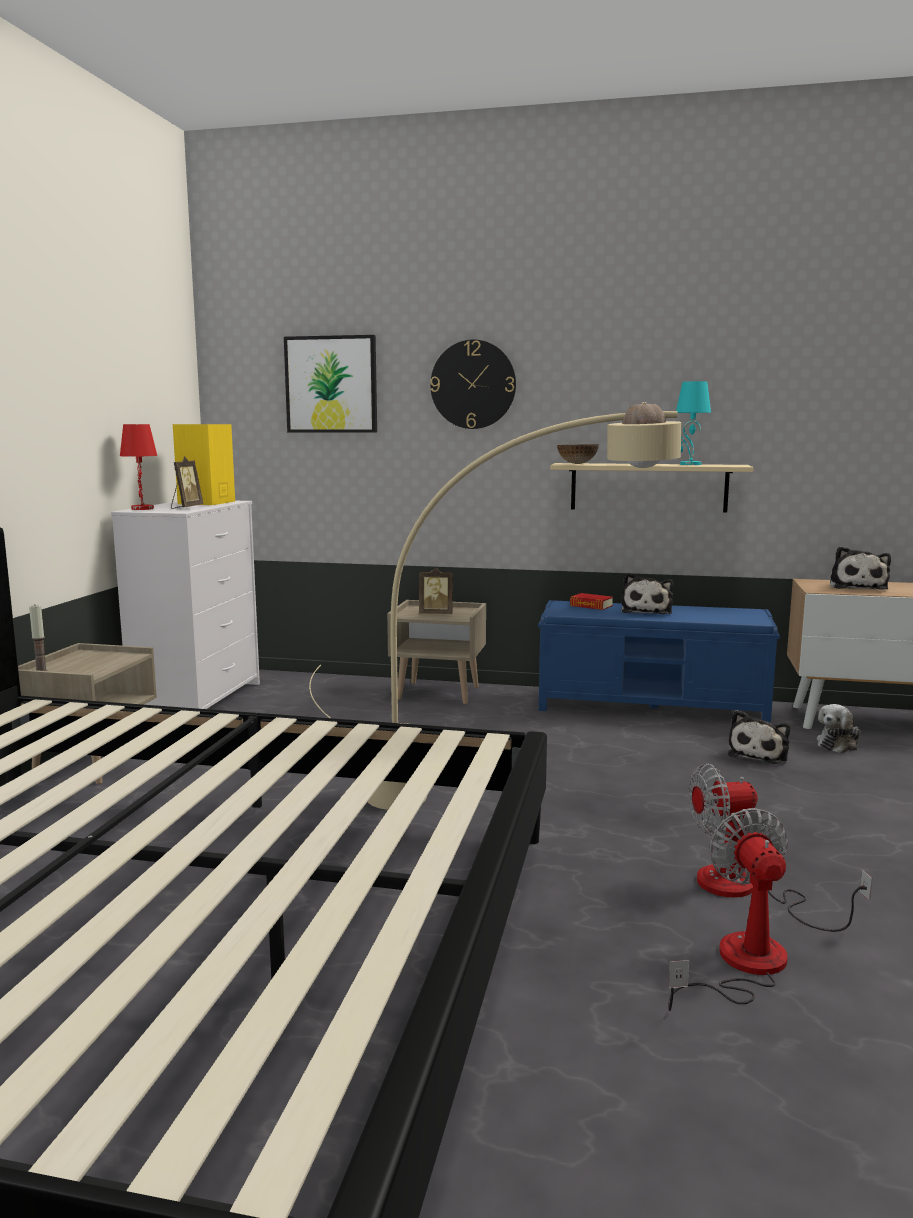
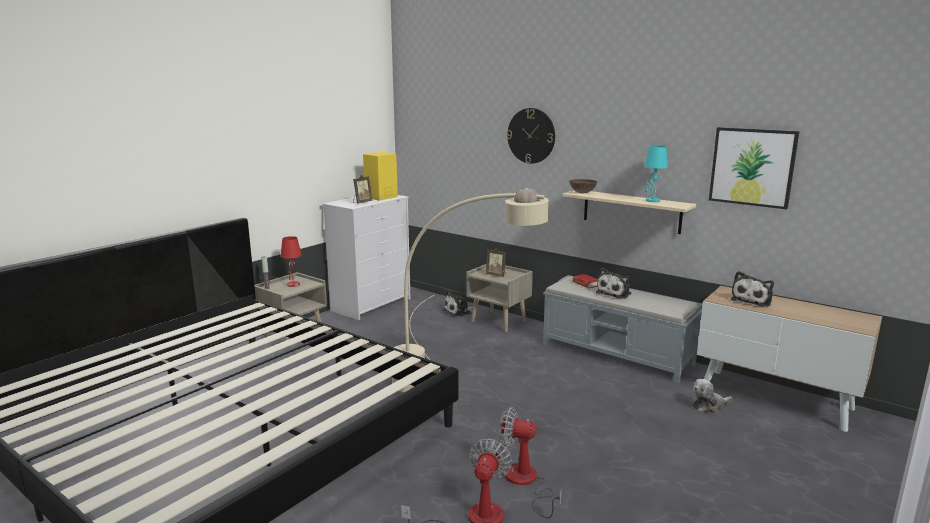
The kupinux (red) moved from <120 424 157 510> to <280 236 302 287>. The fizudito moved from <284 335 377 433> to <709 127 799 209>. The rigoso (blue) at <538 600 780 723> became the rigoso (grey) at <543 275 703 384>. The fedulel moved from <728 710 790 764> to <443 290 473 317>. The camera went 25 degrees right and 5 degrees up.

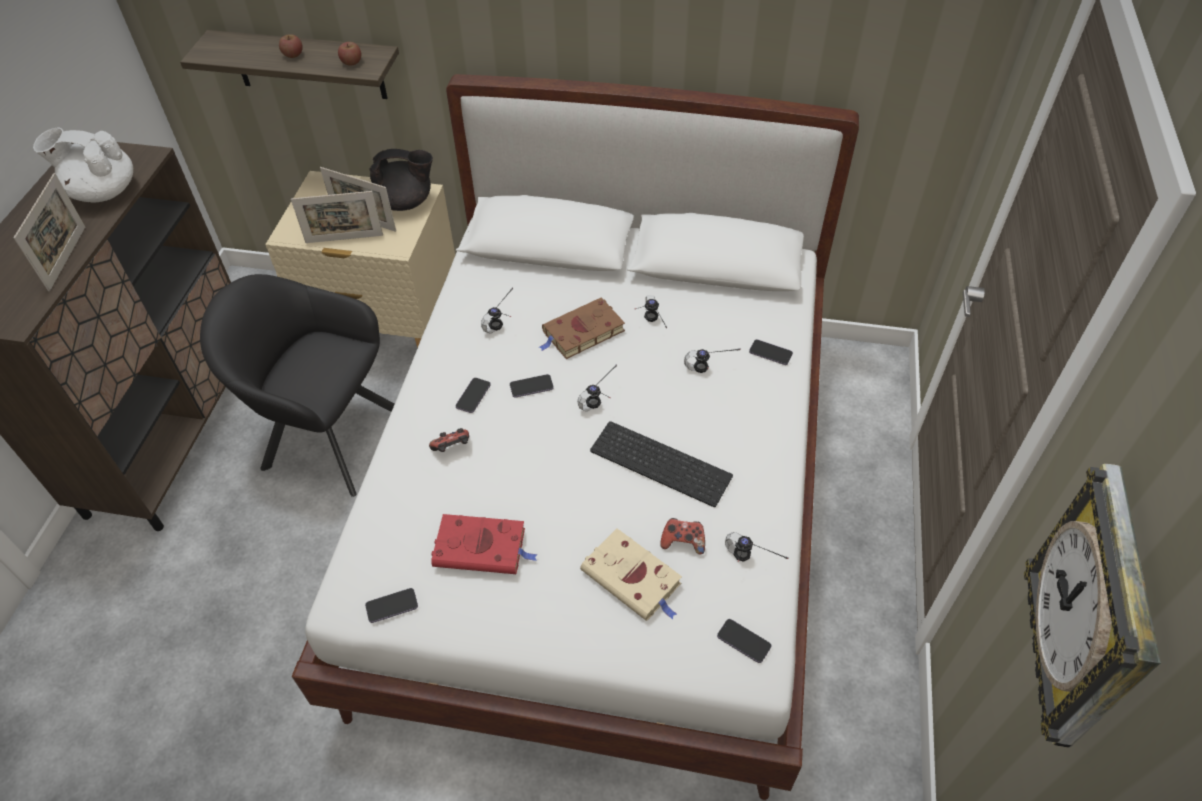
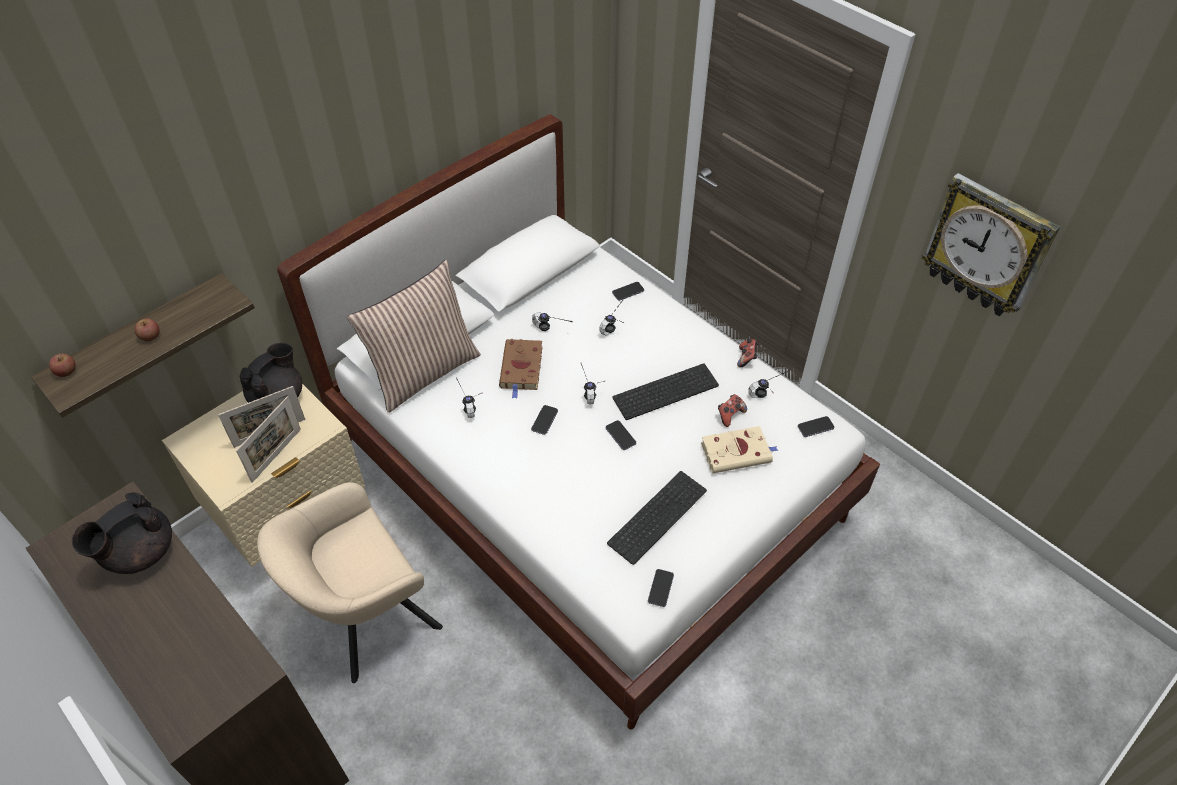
The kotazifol at <13 173 85 291> disappeared. The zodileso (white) at <33 128 133 202> became the zodileso (black) at <72 492 172 574>. The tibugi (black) at <200 274 395 497> became the tibugi (beige) at <257 482 443 683>. The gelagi moved from <338 42 361 66> to <49 353 76 377>. The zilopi moved from <429 428 469 452> to <737 339 759 367>. The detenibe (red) at <431 514 538 574> was replaced by the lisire at <607 471 707 565>. The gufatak moved from <455 378 491 413> to <606 420 636 450>. The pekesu at <347 260 481 413> appeared. The camera went 55 degrees left and 0 degrees up.

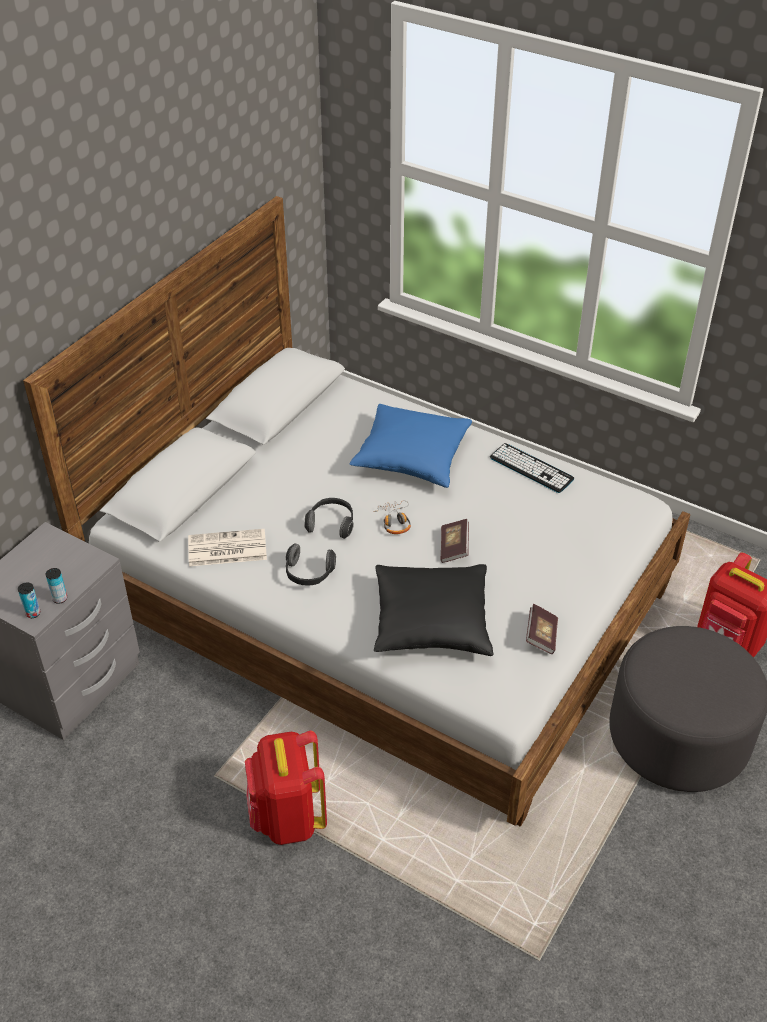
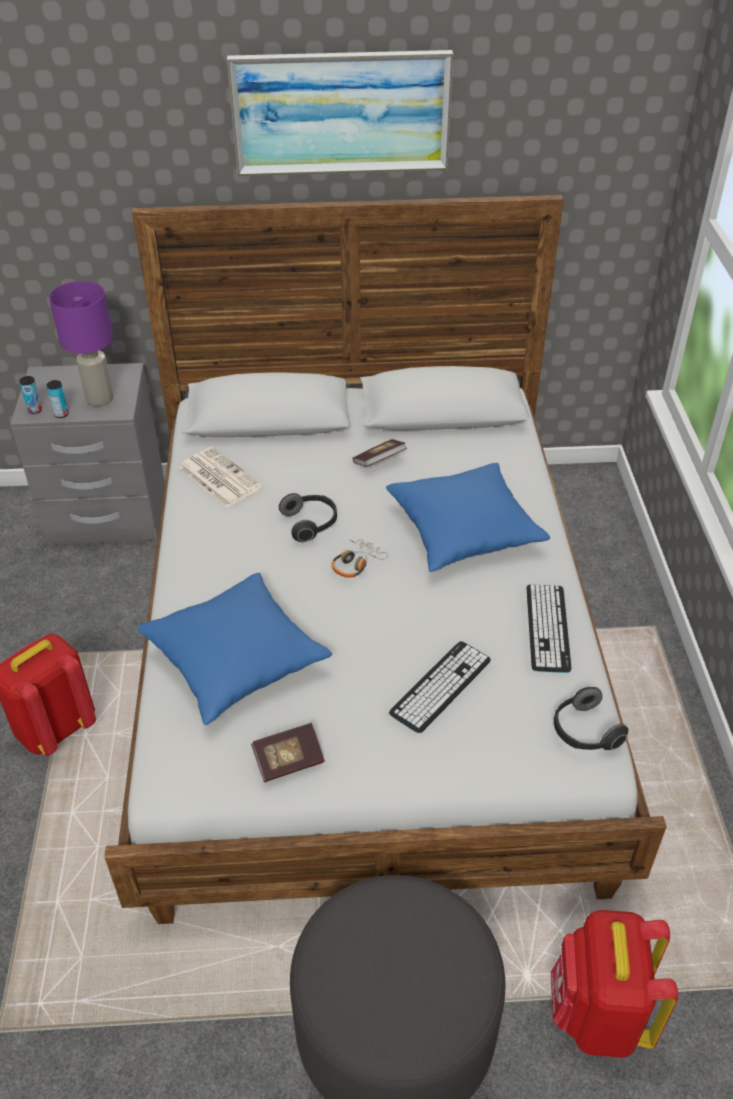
The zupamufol moved from <286 543 336 586> to <554 687 628 750>. The pekesu (black) at <374 564 494 656> became the pekesu (blue) at <137 573 332 725>. The detenibe moved from <440 519 469 563> to <352 439 407 467>. The kupinux (purple) at <49 281 114 406> appeared. The fizudito at <227 50 453 176> appeared. The lisire at <389 641 491 733> appeared. The camera went 55 degrees right and 0 degrees up.

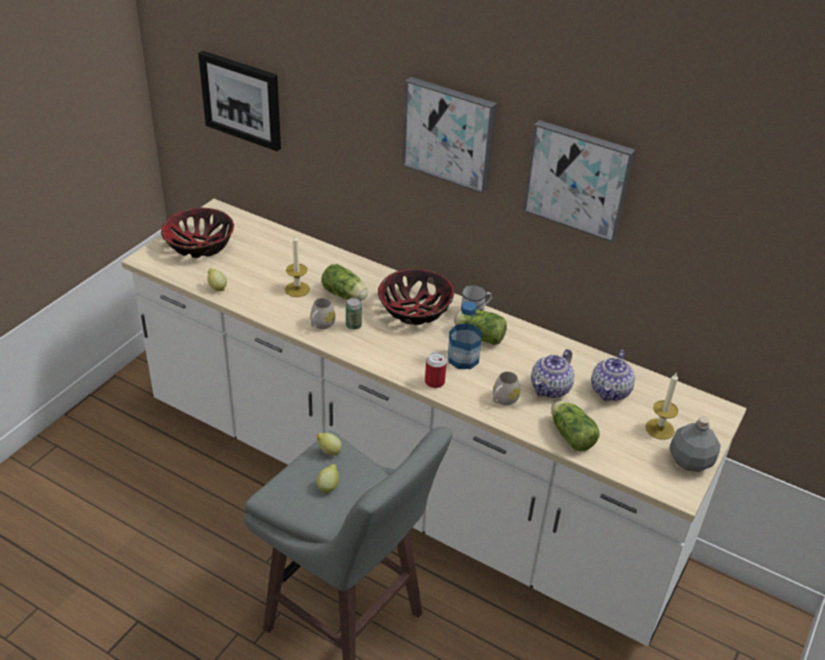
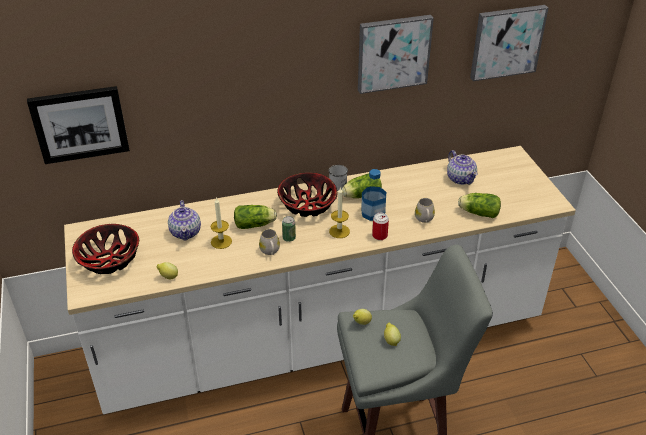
The fizudito moved from <402 77 497 194> to <470 5 548 81>. The zodileso moved from <531 349 574 398> to <168 200 201 241>. The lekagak moved from <645 372 678 440> to <329 187 350 238>. The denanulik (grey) at <670 416 721 472> disappeared. The camera went 45 degrees left and 0 degrees up.

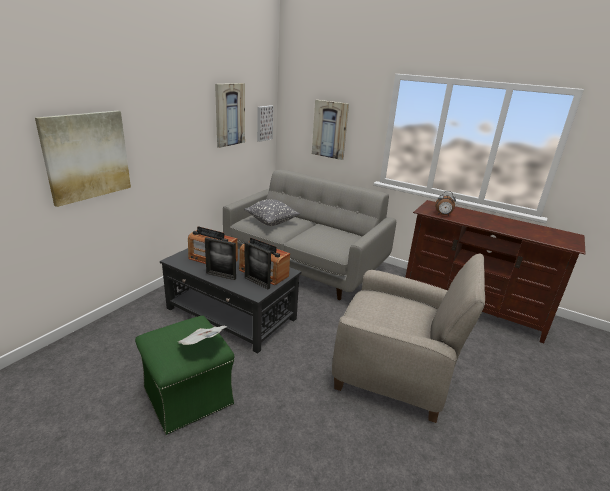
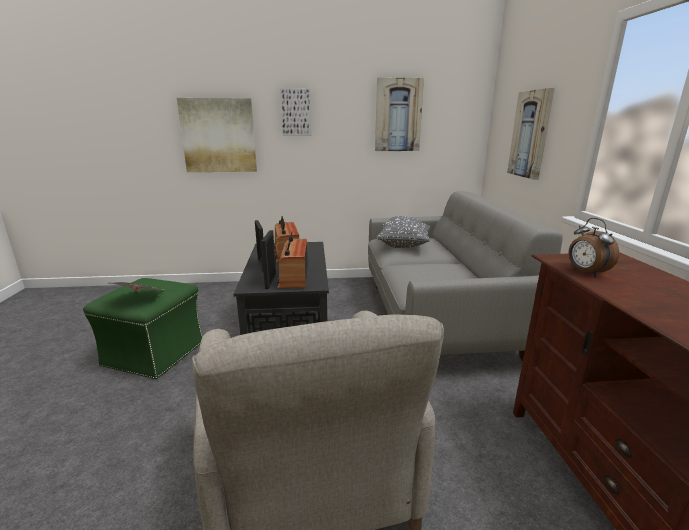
The fizudito moved from <257 105 273 142> to <280 88 311 136>. The camera went 55 degrees right and 5 degrees down.

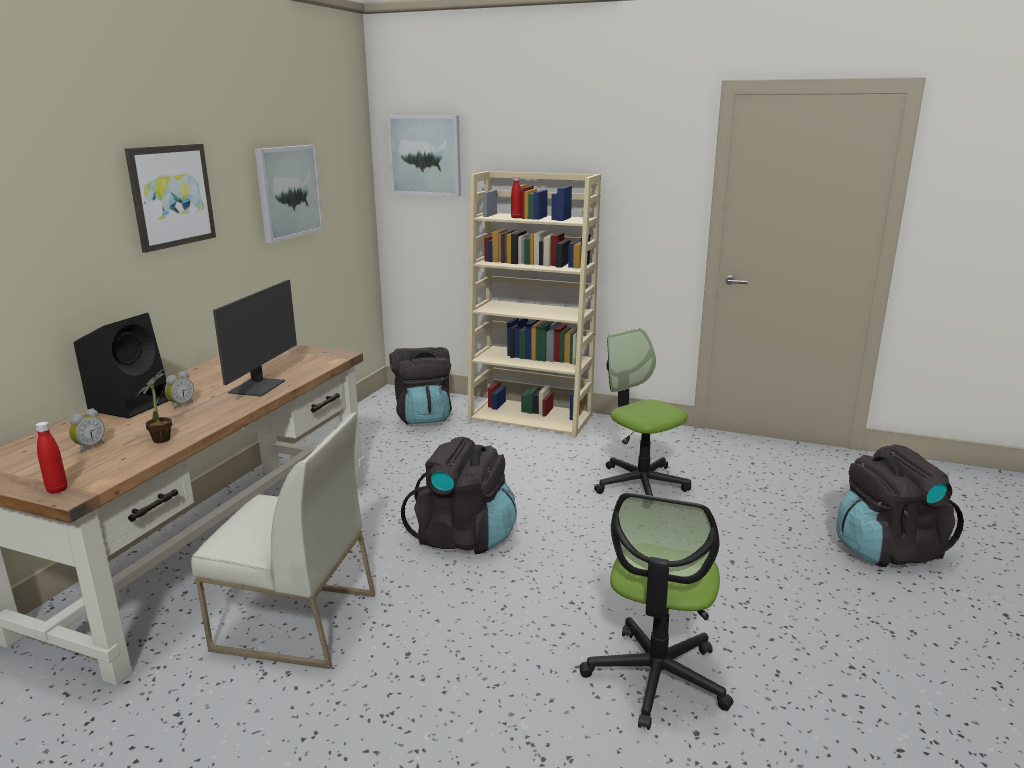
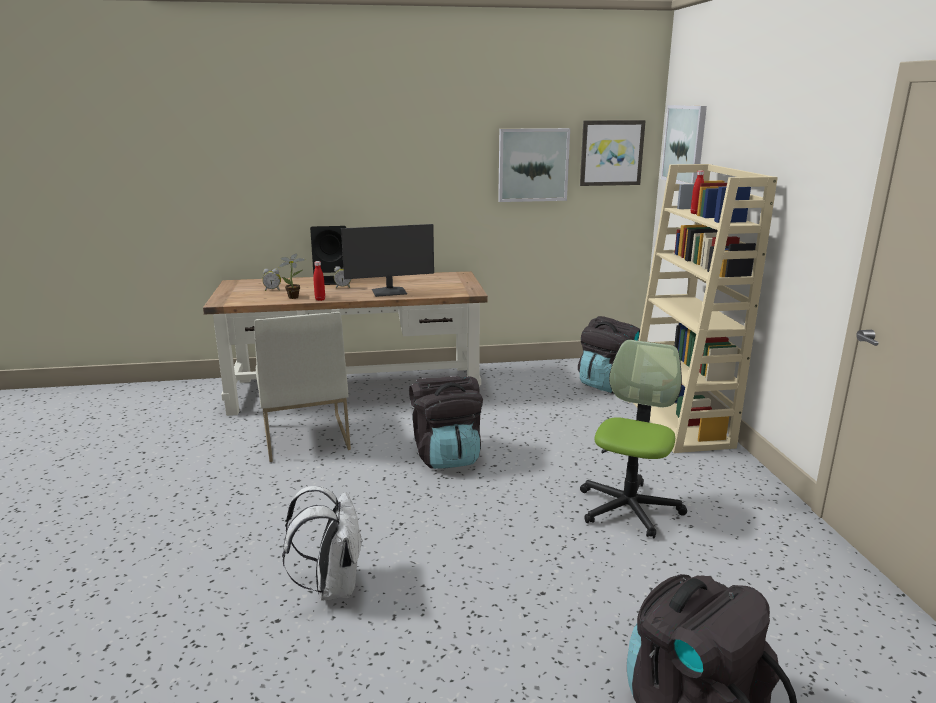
The denanulik (red) moved from <35 422 67 494> to <314 261 325 301>. The fizudito moved from <125 144 216 253> to <580 120 646 186>. The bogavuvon at <580 493 733 730> was replaced by the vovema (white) at <282 486 362 600>. The camera went 60 degrees right and 0 degrees up.

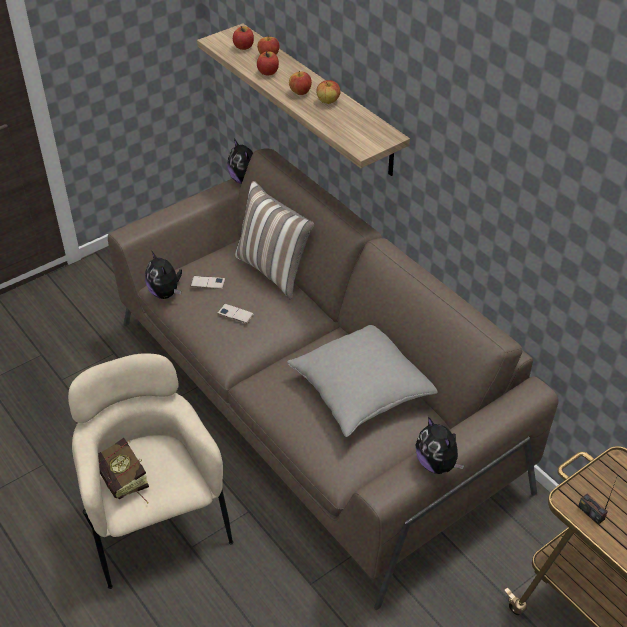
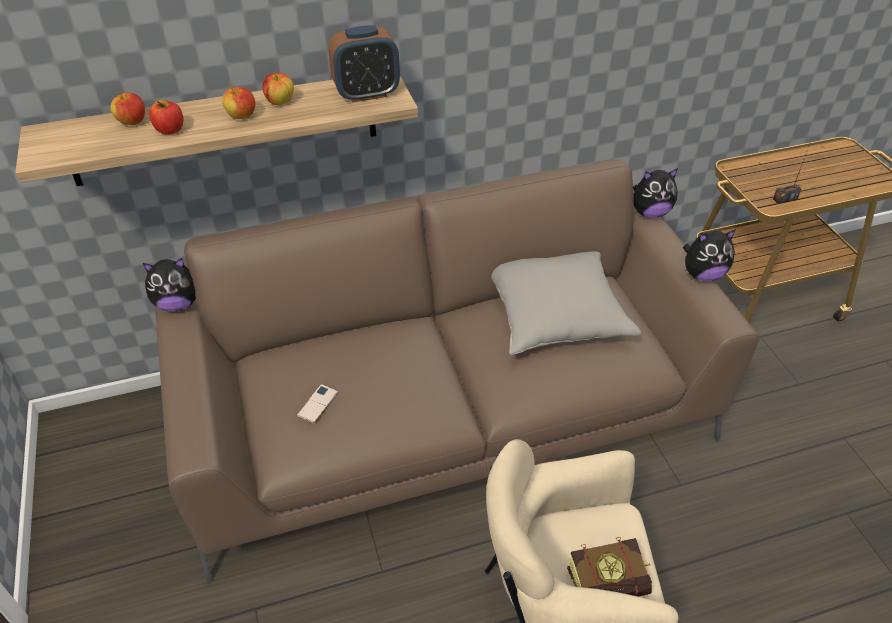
The fedulel moved from <145 250 182 299> to <633 168 678 218>. The gufatak at <217 304 254 324> disappeared. The gelagi at <233 26 254 50> disappeared. The pekesu at <235 181 315 300> disappeared. The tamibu at <328 25 400 102> appeared. The camera went 70 degrees left and 0 degrees up.

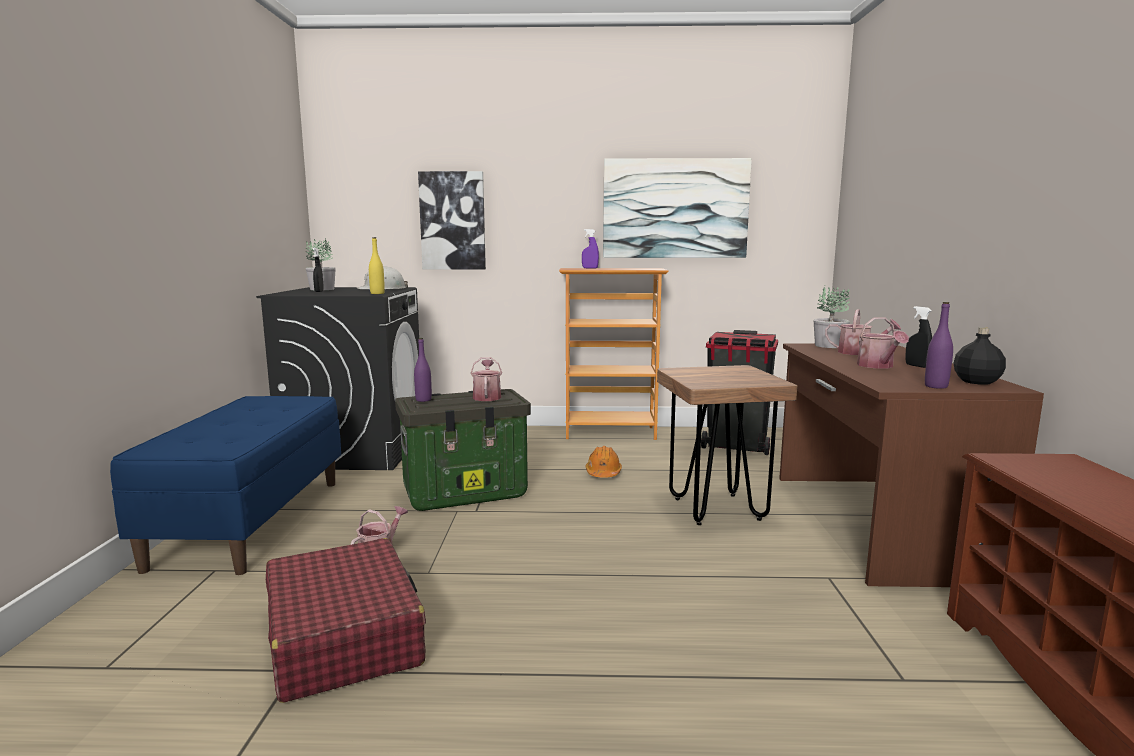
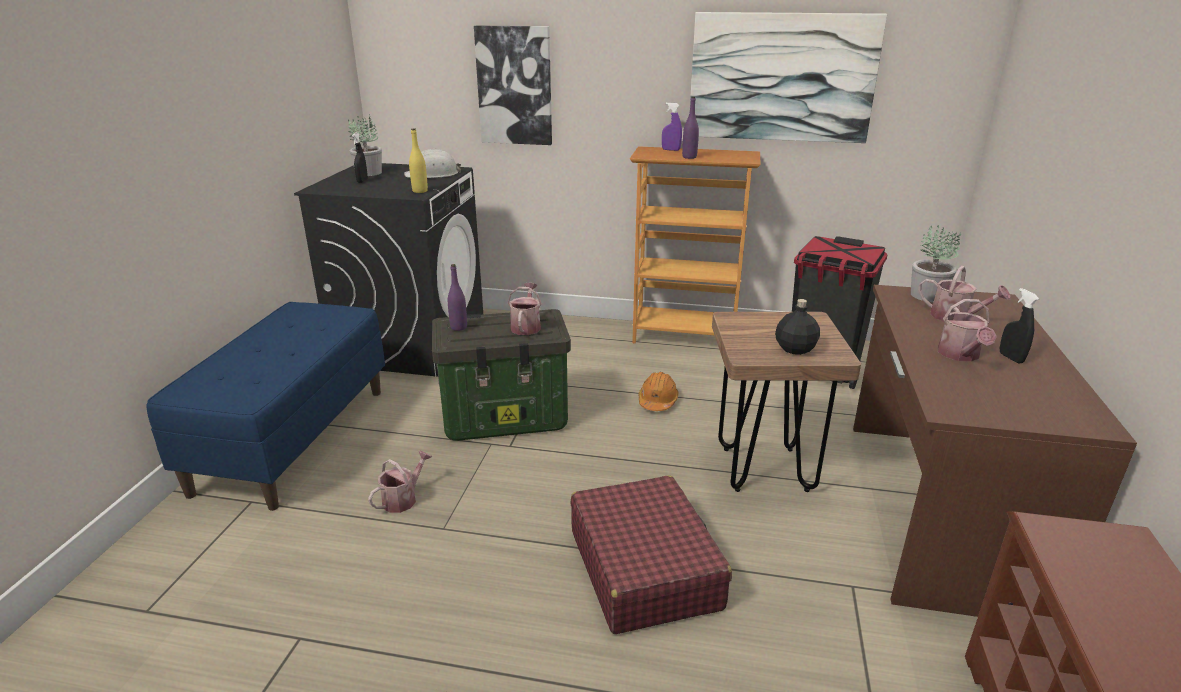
The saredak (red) moved from <266 538 426 703> to <570 475 732 634>. The denanulik (purple) moved from <925 302 953 389> to <682 96 699 159>. The denanulik (black) moved from <953 327 1006 385> to <775 299 820 355>. The camera went 10 degrees right and 15 degrees up.

